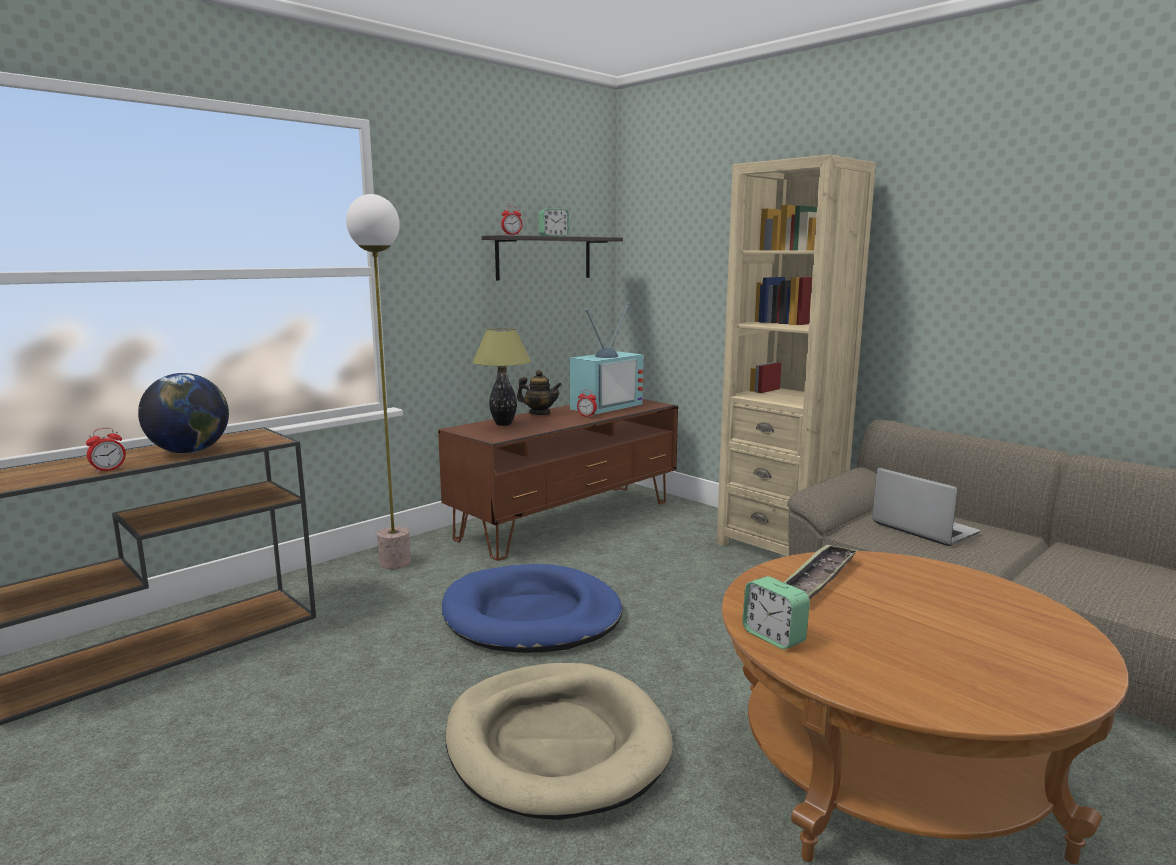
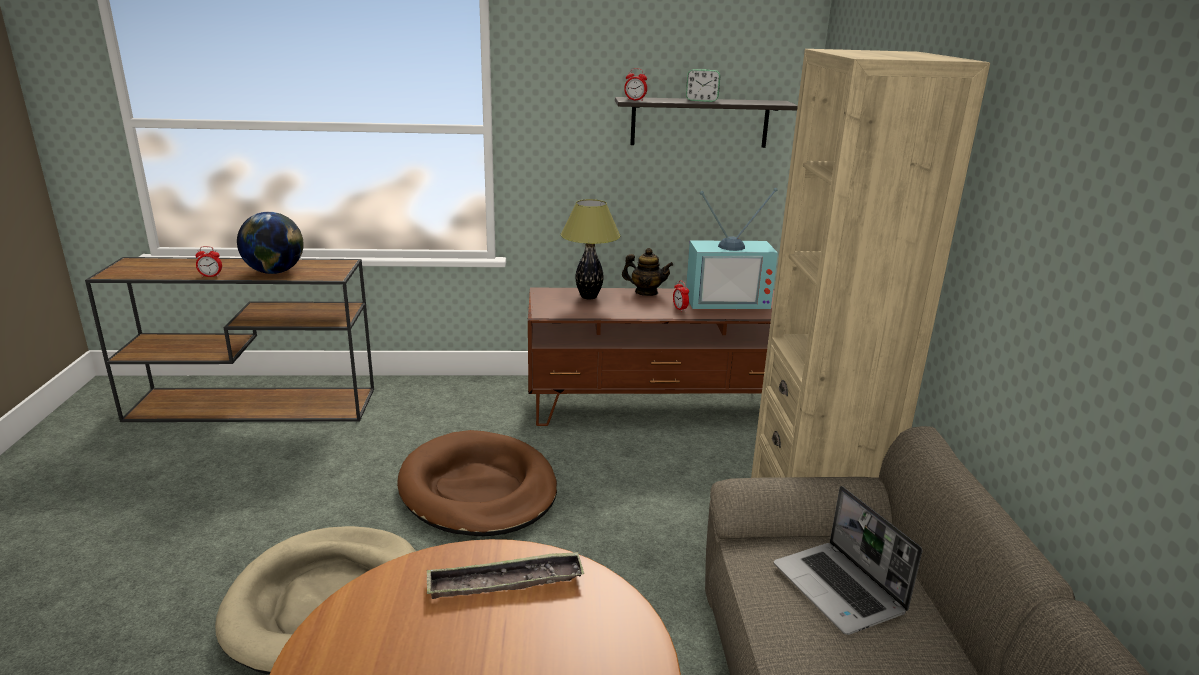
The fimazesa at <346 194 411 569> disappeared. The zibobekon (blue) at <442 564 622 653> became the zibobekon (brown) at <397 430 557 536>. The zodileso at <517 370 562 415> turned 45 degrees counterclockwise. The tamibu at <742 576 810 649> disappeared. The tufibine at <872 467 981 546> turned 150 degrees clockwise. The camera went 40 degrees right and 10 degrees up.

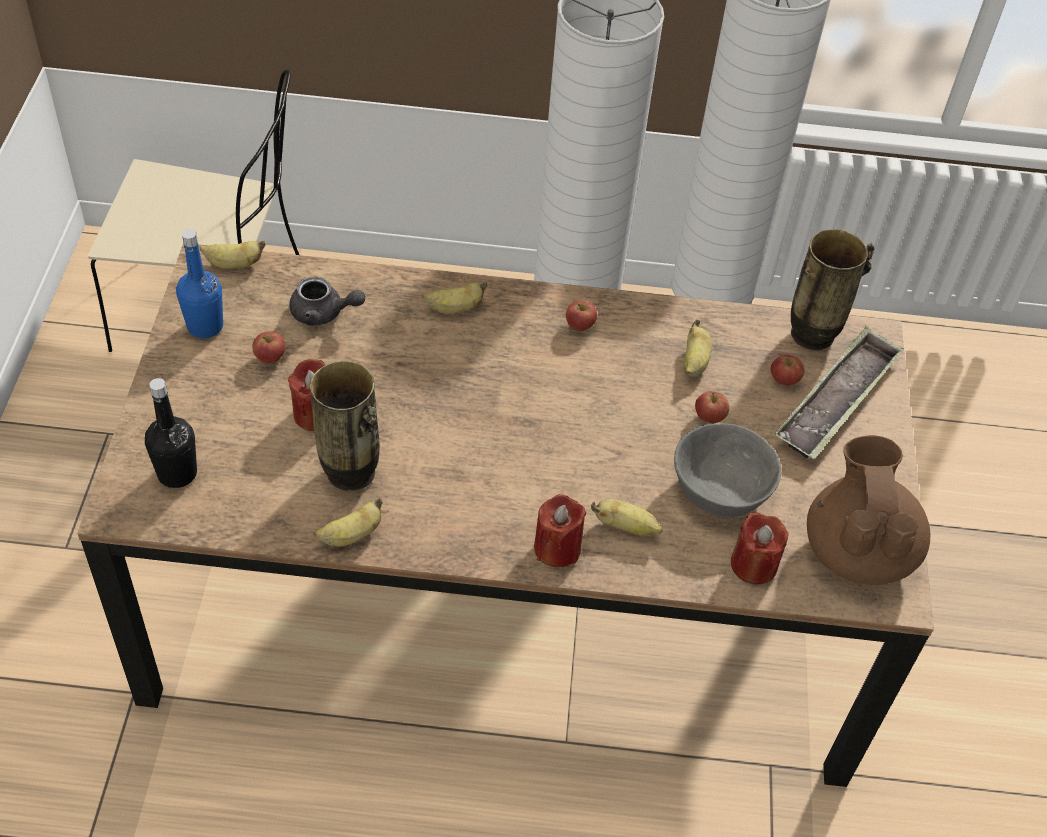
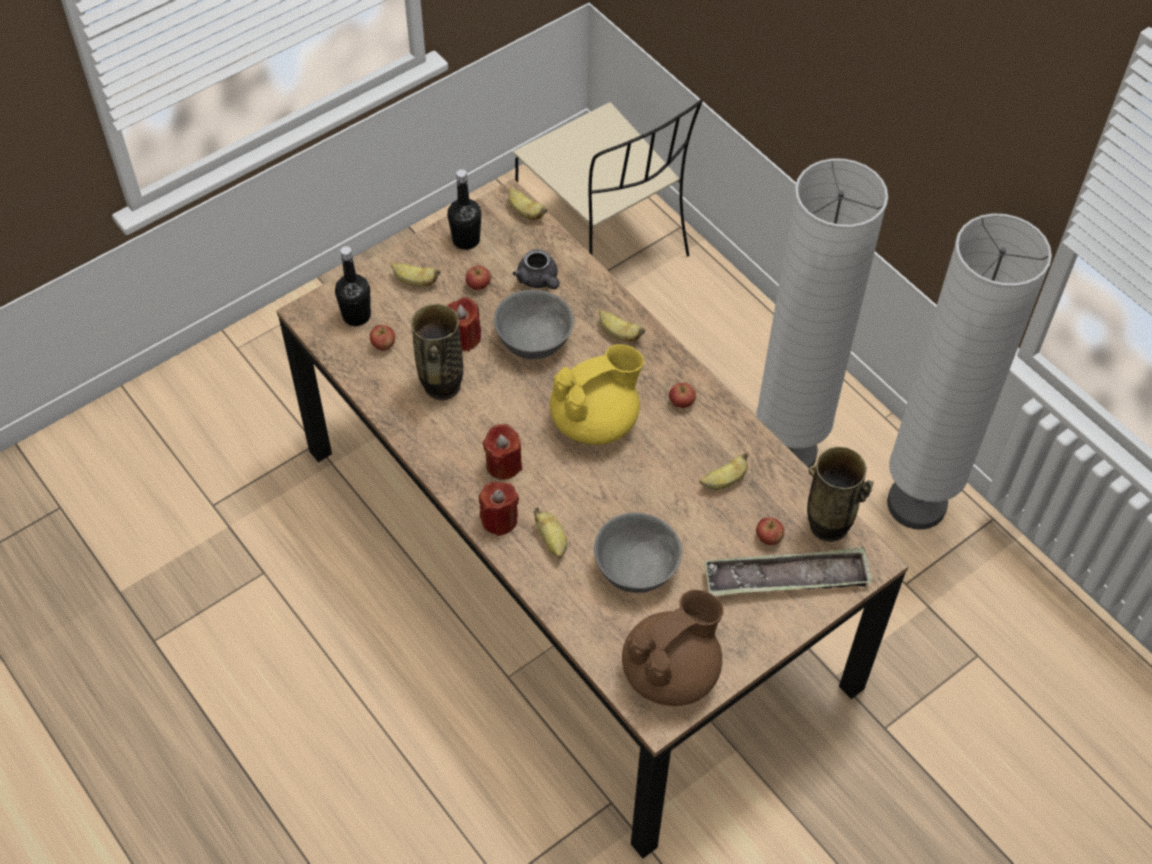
The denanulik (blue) at <176 229 223 338> became the denanulik (black) at <447 169 481 250>. The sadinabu moved from <313 498 383 547> to <391 262 441 287>. The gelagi moved from <695 391 730 423> to <370 325 395 351>. The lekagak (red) moved from <731 512 789 585> to <483 424 522 480>. The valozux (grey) at <494 290 574 359> appeared. The zodileso (yellow) at <550 344 644 445> appeared. The camera went 50 degrees right and 5 degrees up.

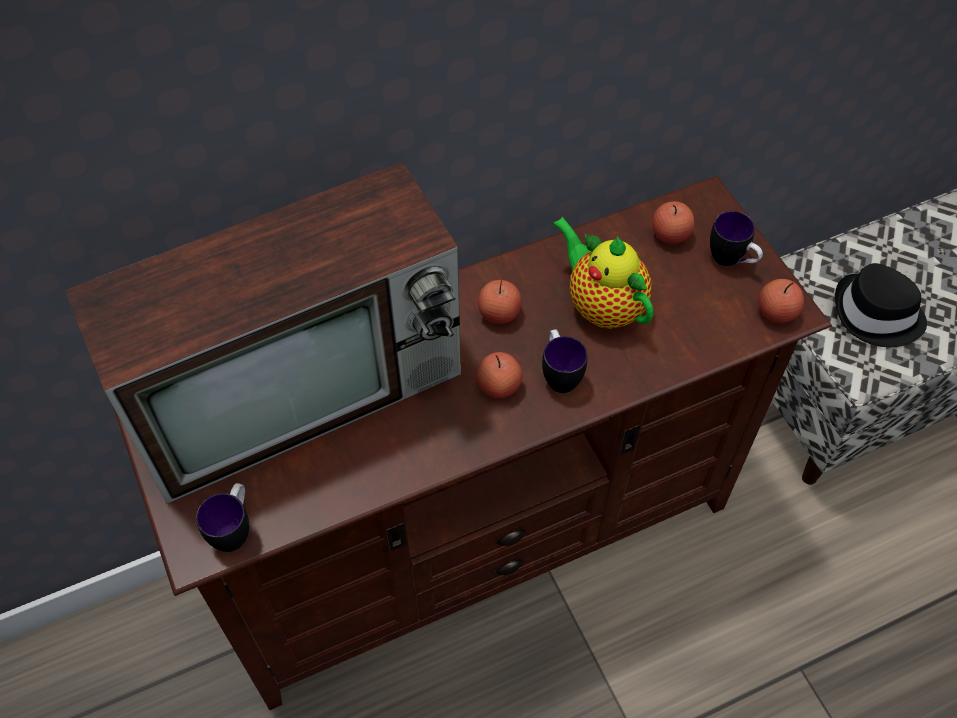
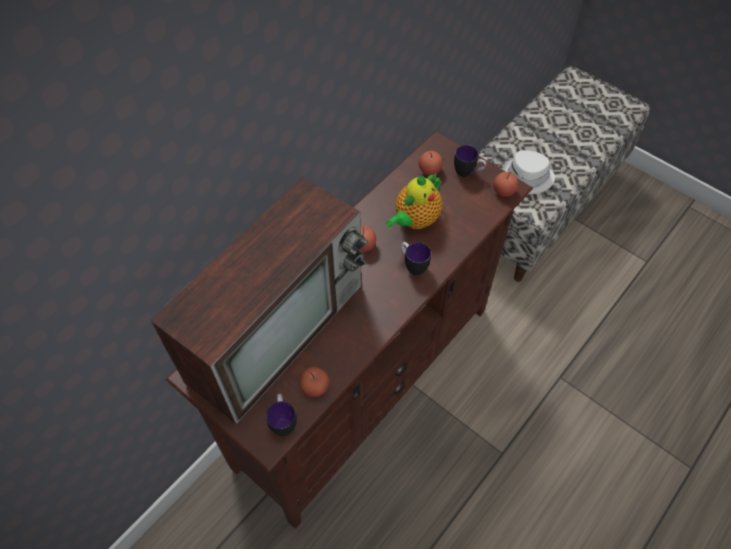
The gelagi moved from <476 352 523 399> to <299 367 329 397>. The zodileso at <552 217 654 329> turned 75 degrees counterclockwise. The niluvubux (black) at <835 263 927 347> became the niluvubux (white) at <504 150 555 194>. The camera went 25 degrees left and 0 degrees up.

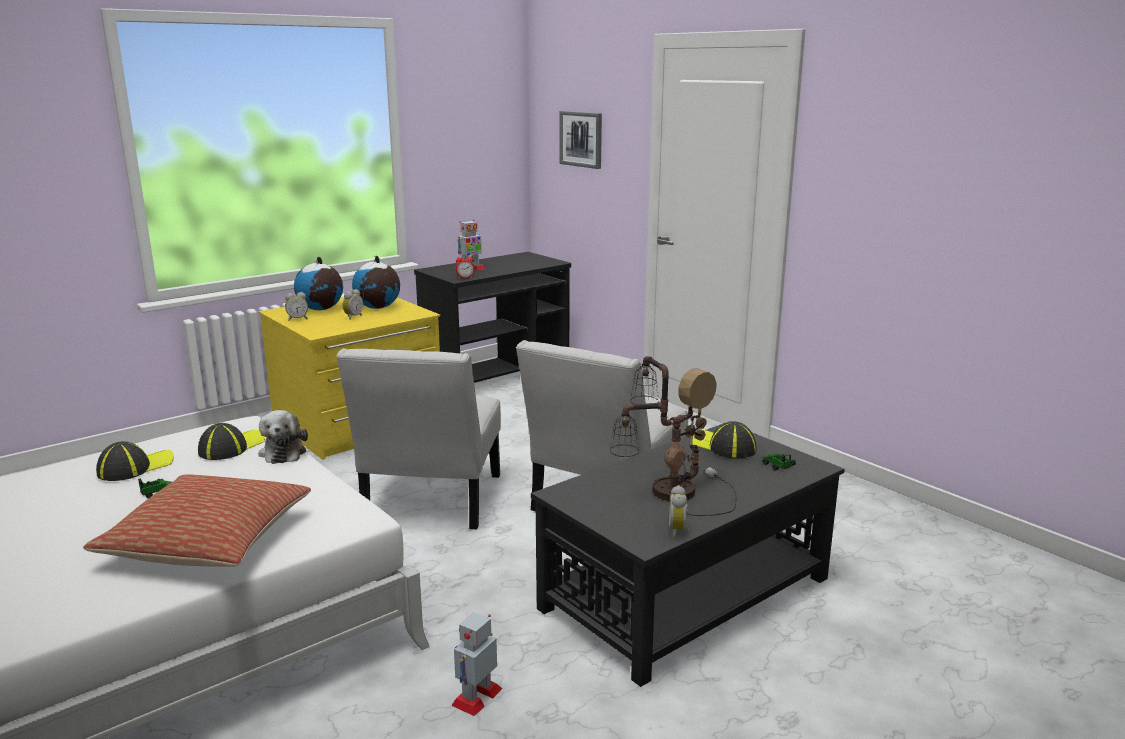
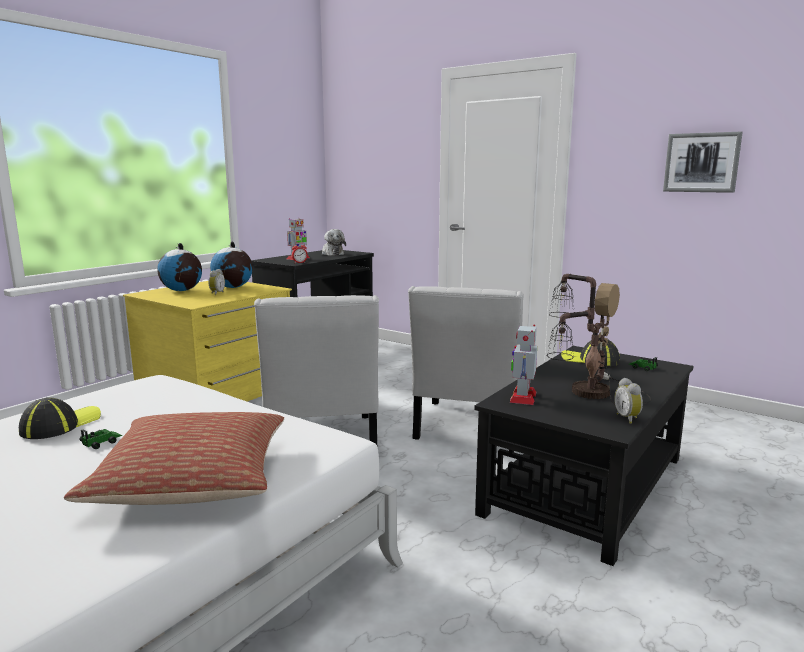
The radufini at <198 423 265 460> disappeared. The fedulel moved from <258 410 308 464> to <322 229 346 256>. The tamibu at <285 292 308 321> disappeared. The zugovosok moved from <451 612 502 716> to <510 324 537 405>. The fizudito moved from <560 111 602 169> to <663 132 743 193>. The camera went 15 degrees left and 5 degrees down.

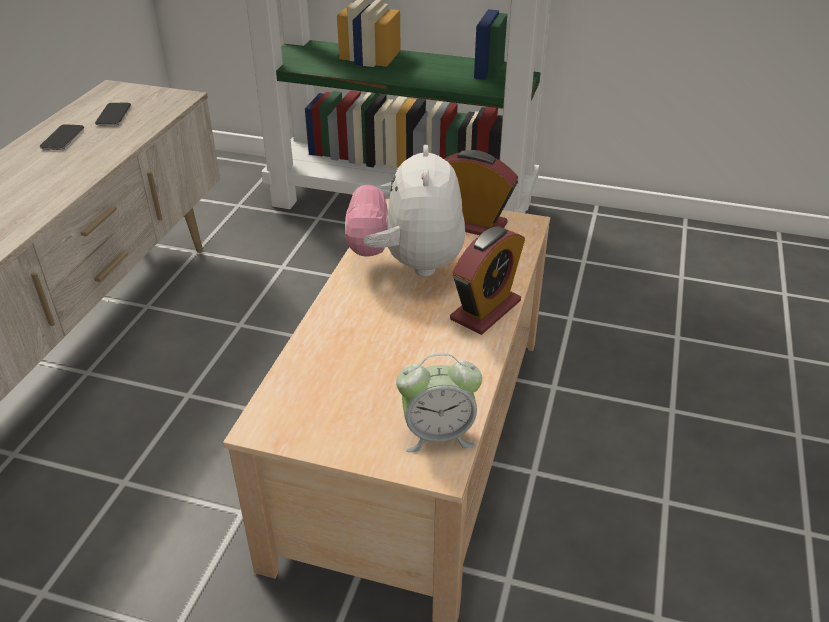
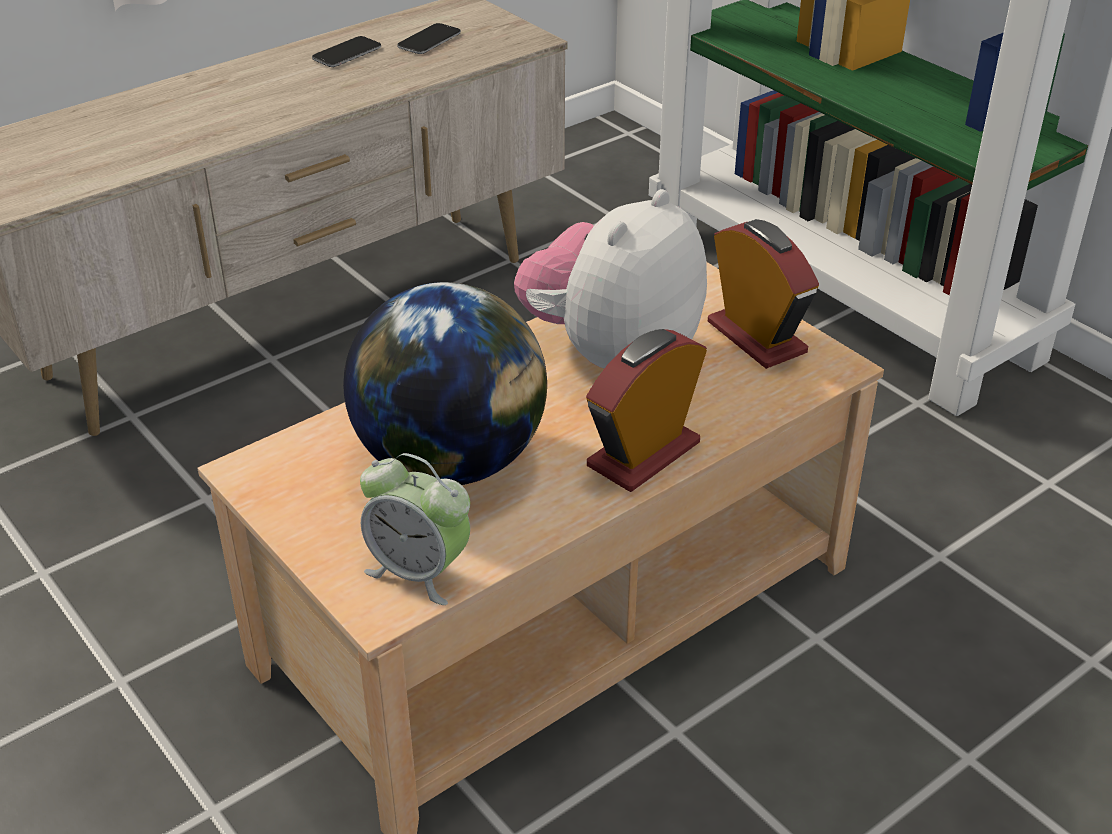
The tamibu at <450 226 525 335> turned 150 degrees clockwise. The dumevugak at <343 282 547 485> appeared. The camera went 35 degrees right and 0 degrees up.

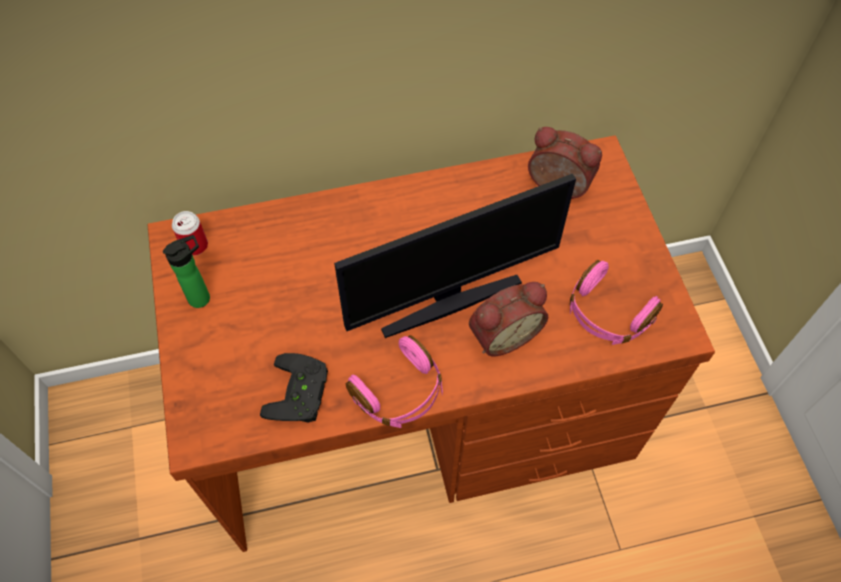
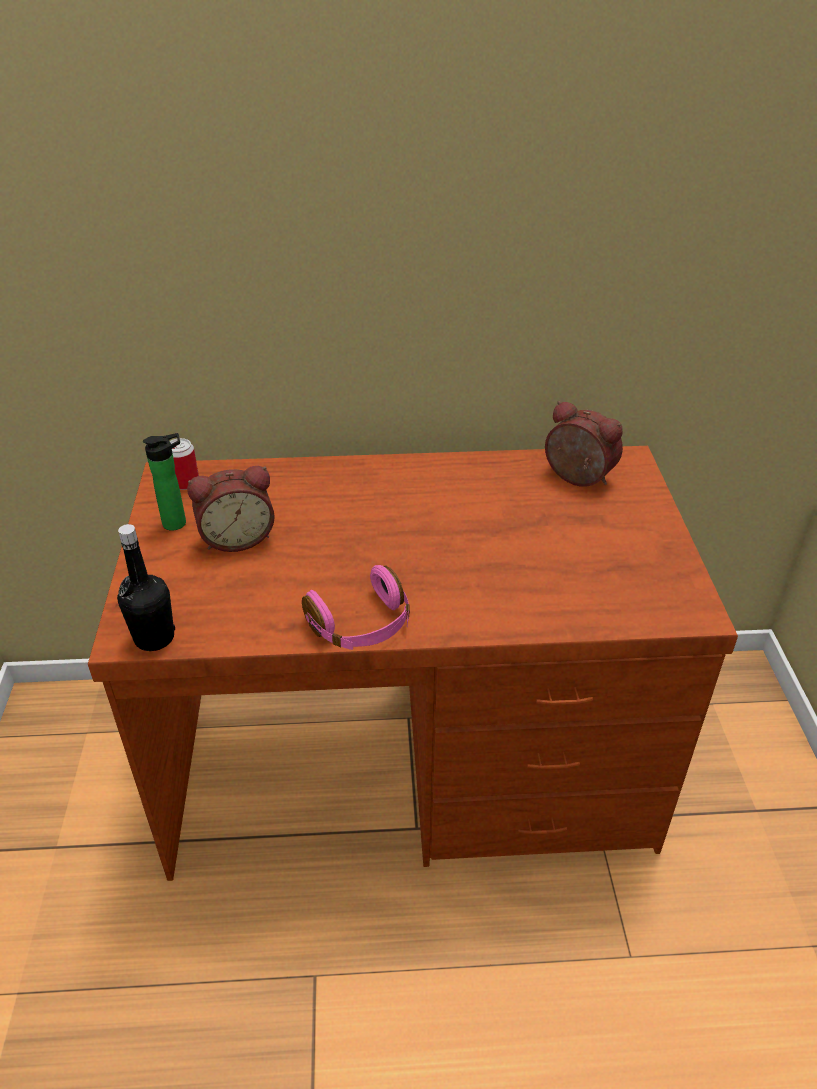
The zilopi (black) at <260 353 328 423> disappeared. The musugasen at <334 174 576 338> disappeared. The tamibu moved from <469 282 548 357> to <187 466 275 552>. The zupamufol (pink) at <570 260 663 345> disappeared. The denanulik (black) at <117 524 175 651> appeared. The camera went 10 degrees right and 20 degrees down.

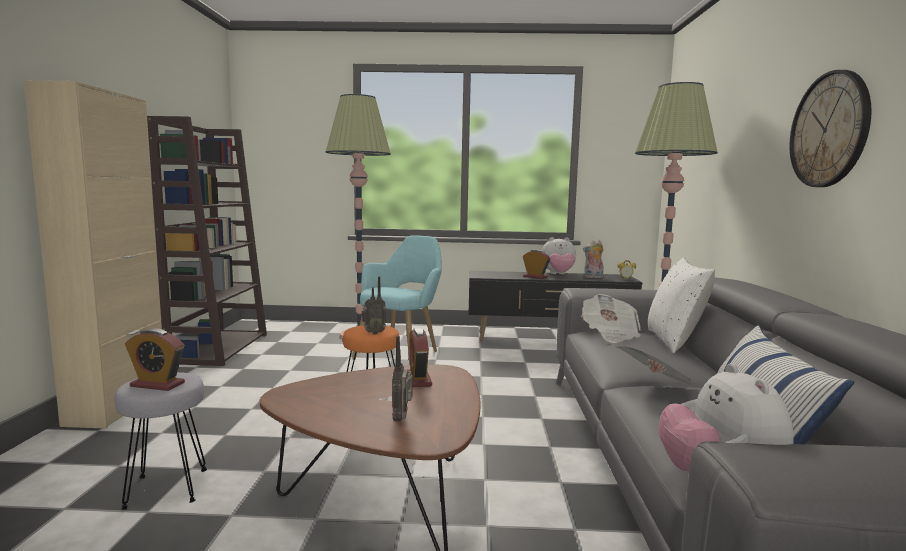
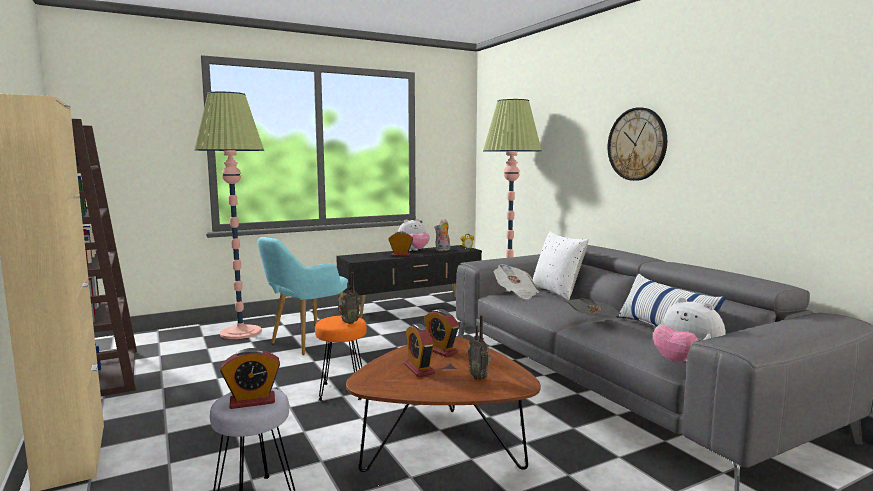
The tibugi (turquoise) at <352 235 442 365> turned 135 degrees counterclockwise. The tamibu at <404 324 436 377> appeared. The camera went 30 degrees left and 0 degrees up.

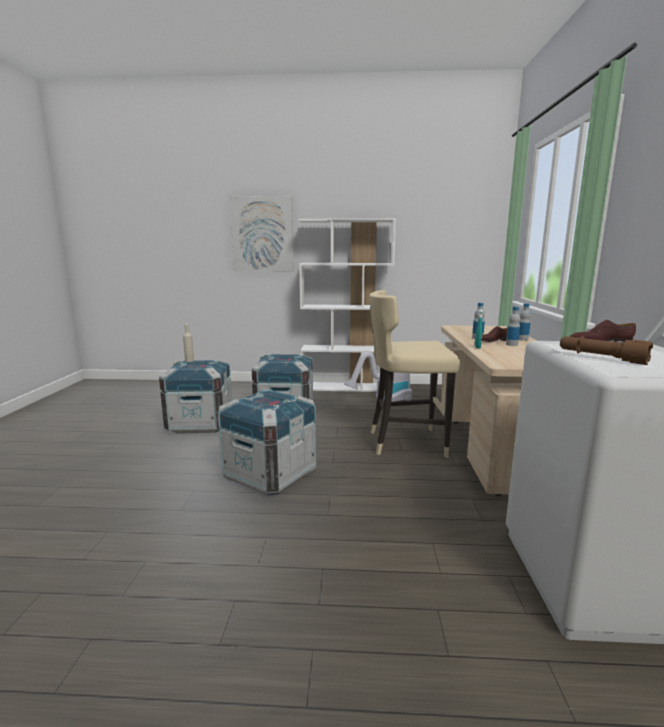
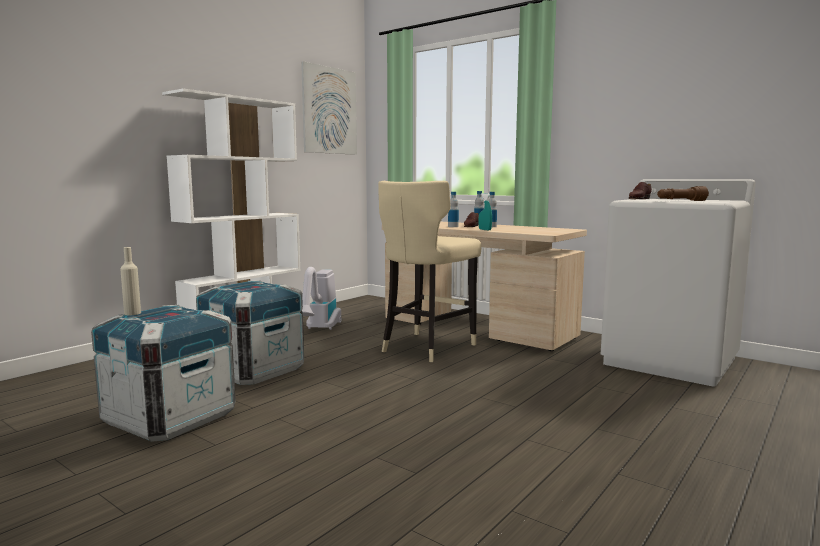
The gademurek at <218 389 317 495> disappeared. The fizudito moved from <229 196 294 272> to <301 61 357 155>. The camera went 55 degrees left and 5 degrees down.

